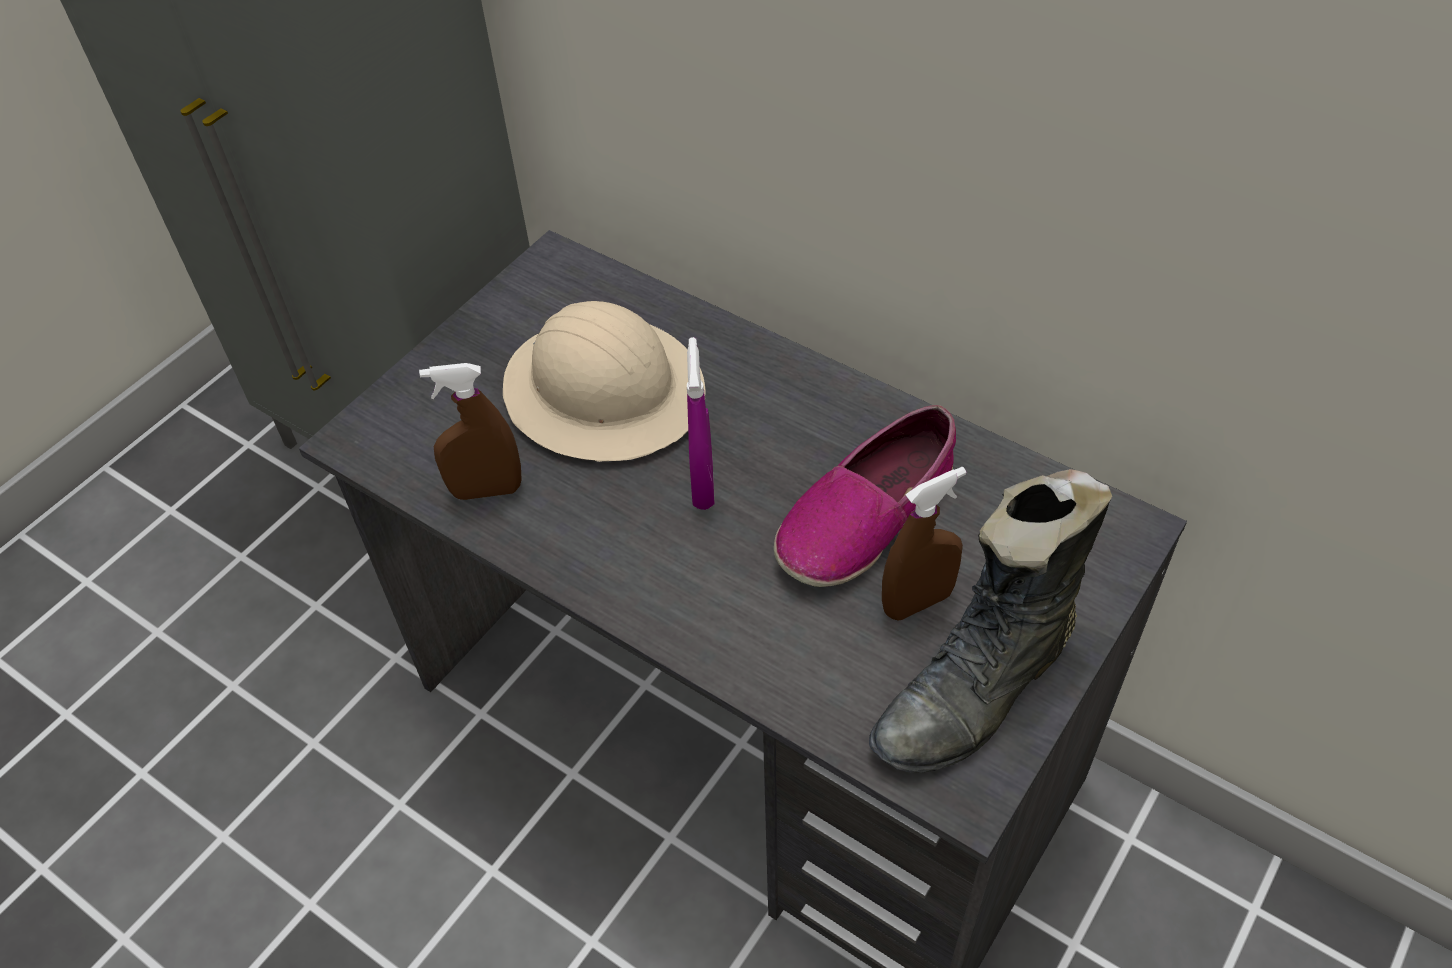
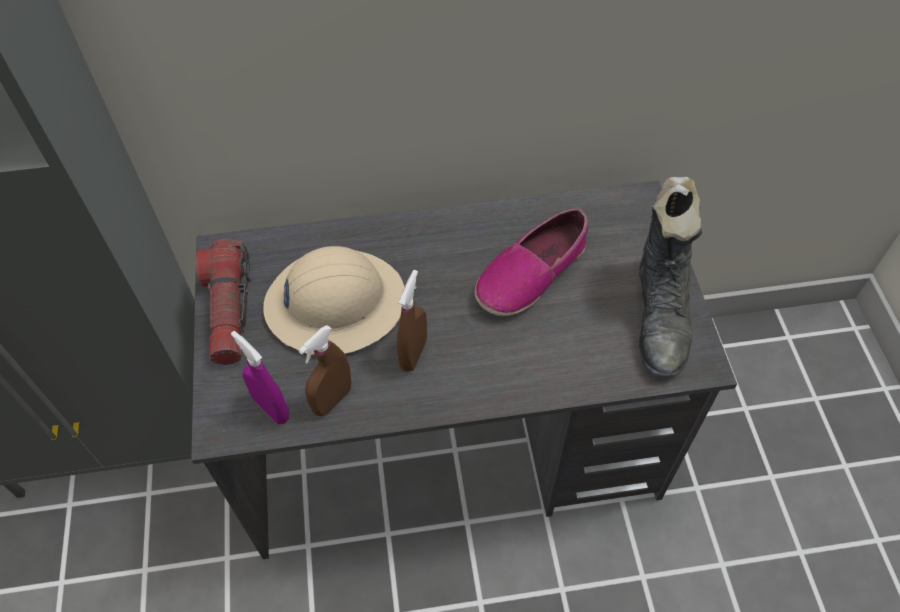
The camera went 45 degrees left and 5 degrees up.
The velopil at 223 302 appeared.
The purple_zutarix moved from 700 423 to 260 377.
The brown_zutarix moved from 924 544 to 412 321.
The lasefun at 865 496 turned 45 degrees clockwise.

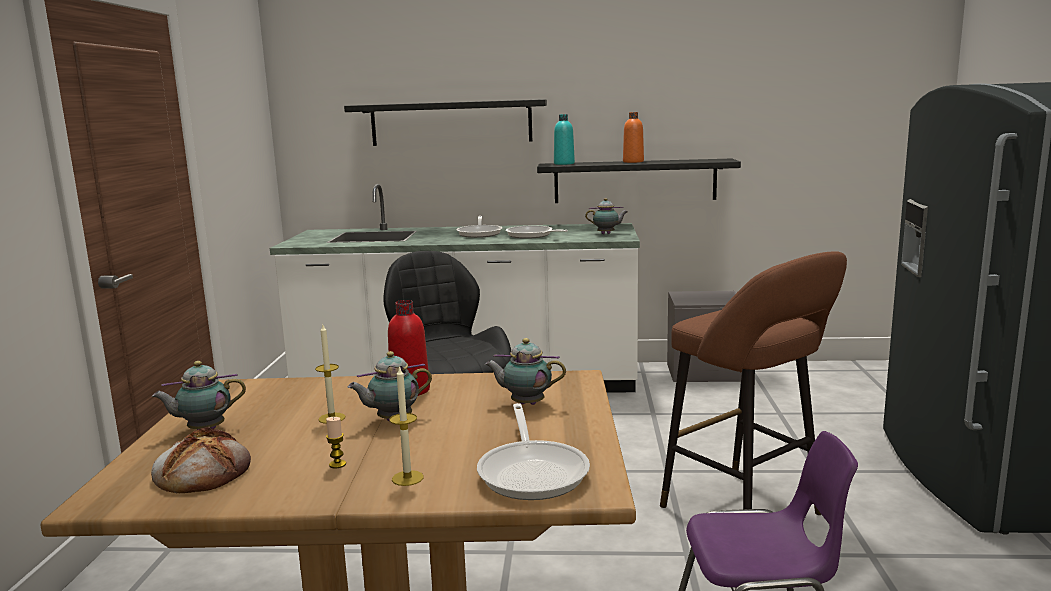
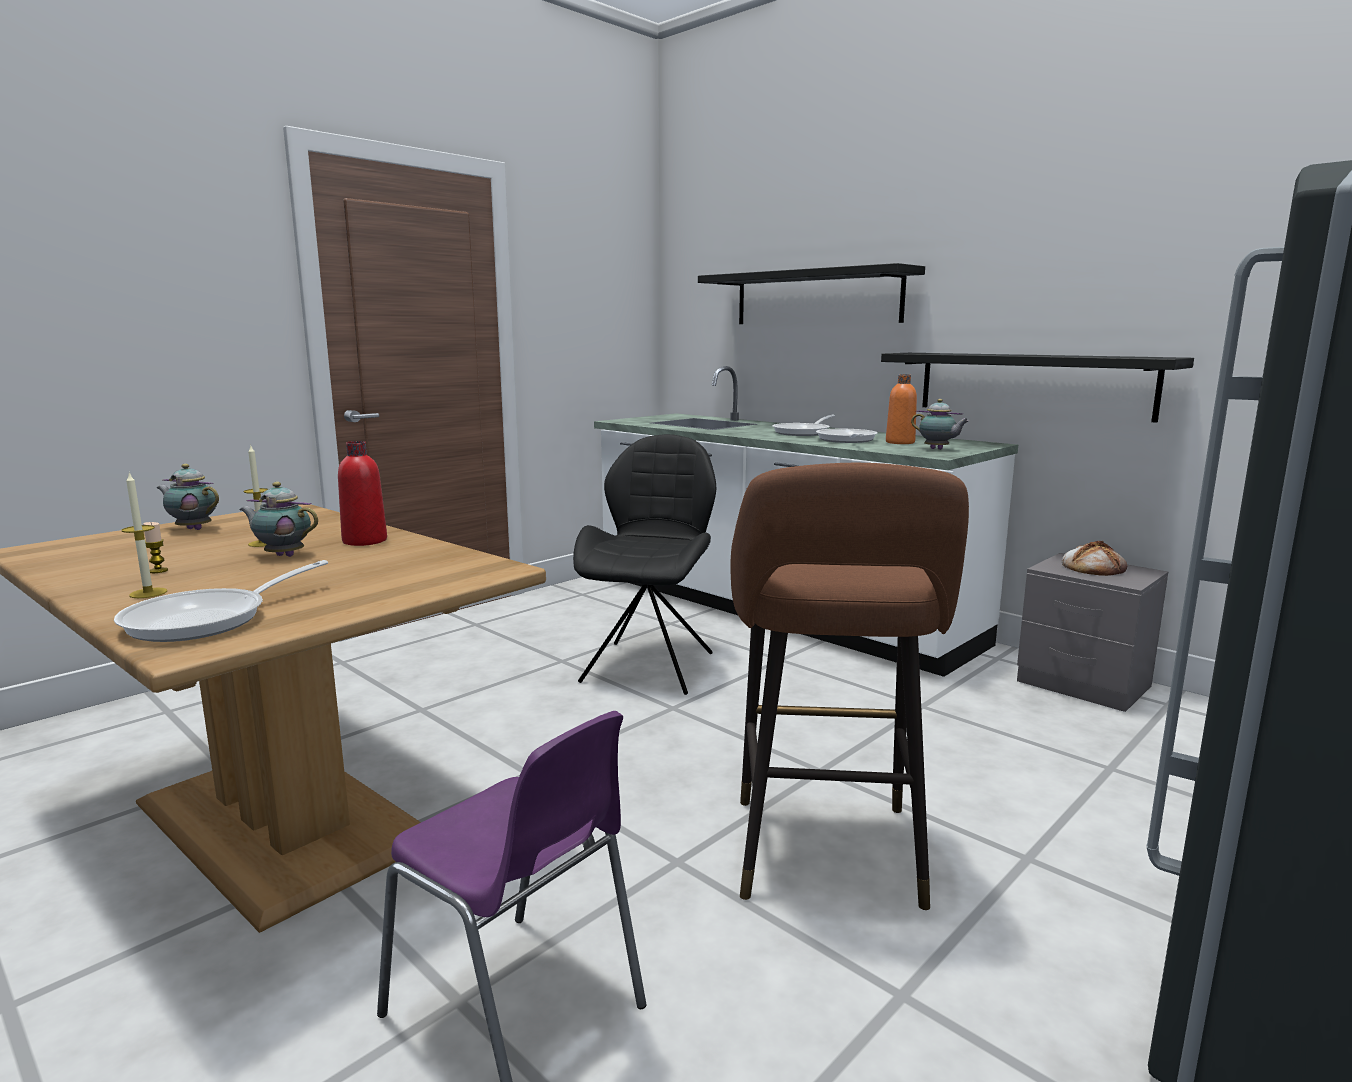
The camera went 40 degrees right and 0 degrees up.
The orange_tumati moved from 633 137 to 901 409.
The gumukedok moved from 201 460 to 1094 558.
The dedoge at 525 371 disappeared.
The turquoise_tumati at 564 139 disappeared.

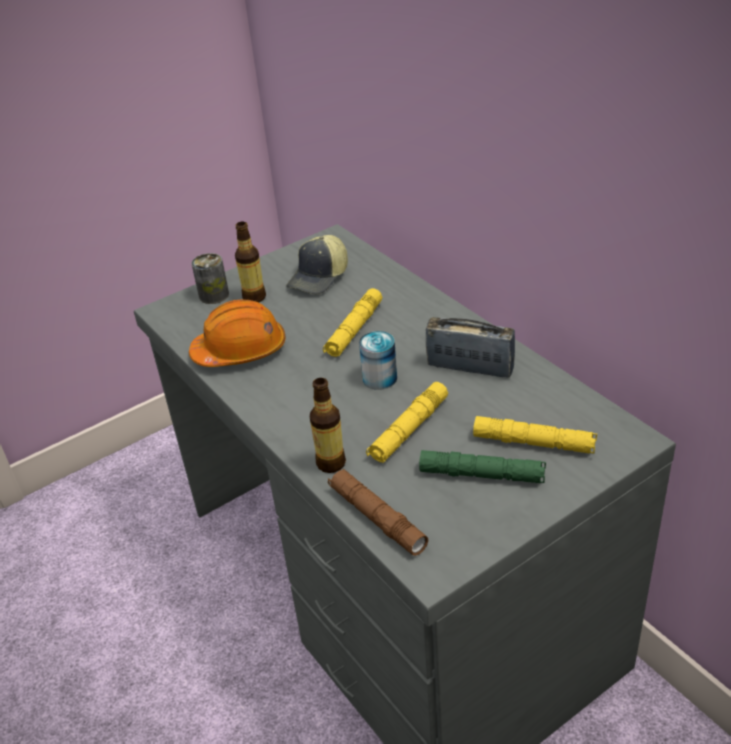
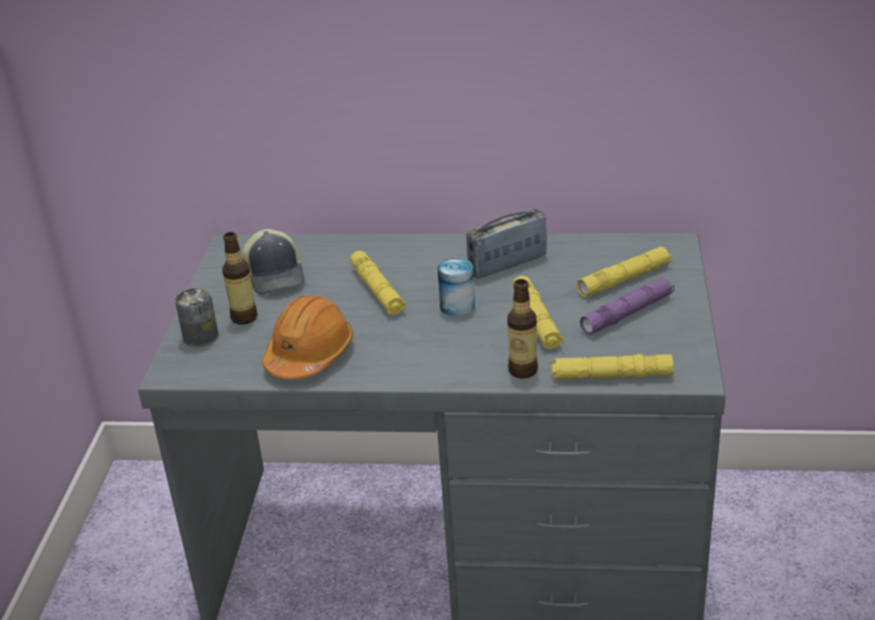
The camera went 50 degrees left and 5 degrees down.
The brown_velopil at 378 512 became the yellow_velopil at 612 366.
The green_velopil at 482 466 became the purple_velopil at 627 306.

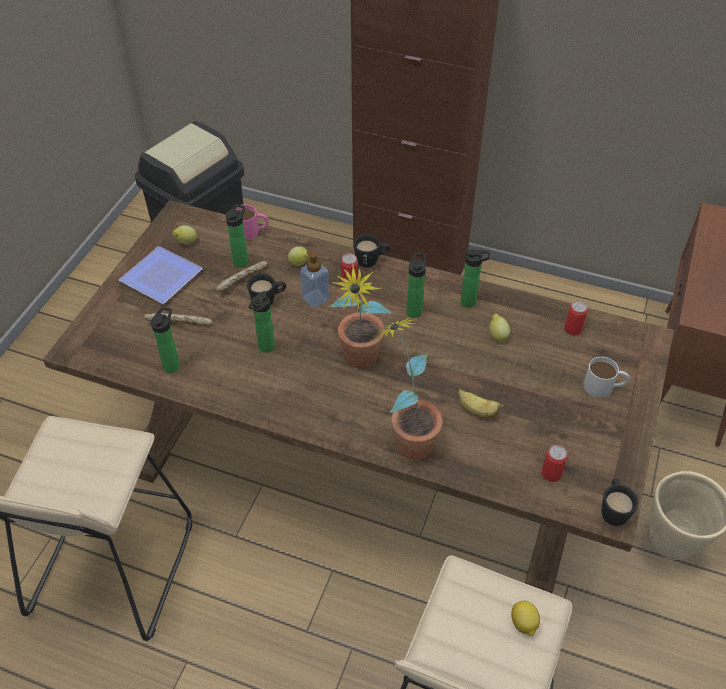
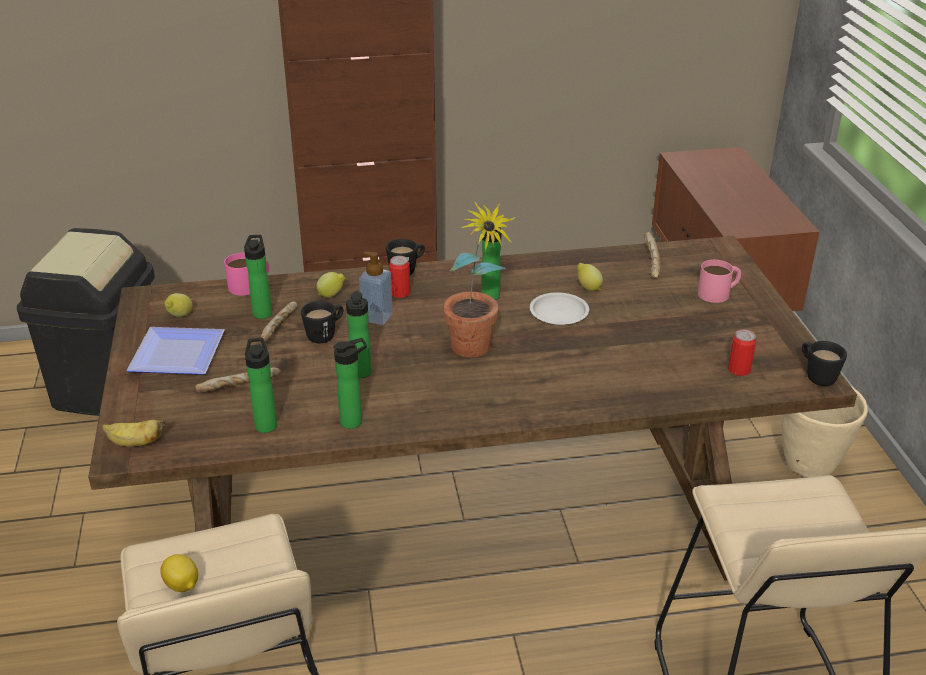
The camera went 30 degrees left and 15 degrees down.
The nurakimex moved from 481 403 to 133 433.
The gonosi moved from 525 618 to 179 573.
The tumati moved from 475 278 to 350 383.
The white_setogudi at 559 308 appeared.
The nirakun at 576 318 was replaced by the gumukedok at 652 255.
The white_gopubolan at 606 377 became the pink_gopubolan at 719 281.
The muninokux at 409 389 disappeared.

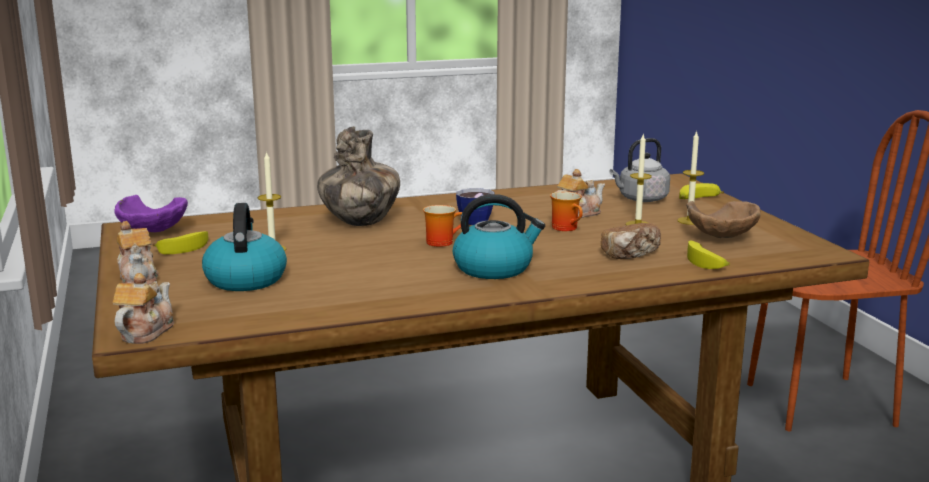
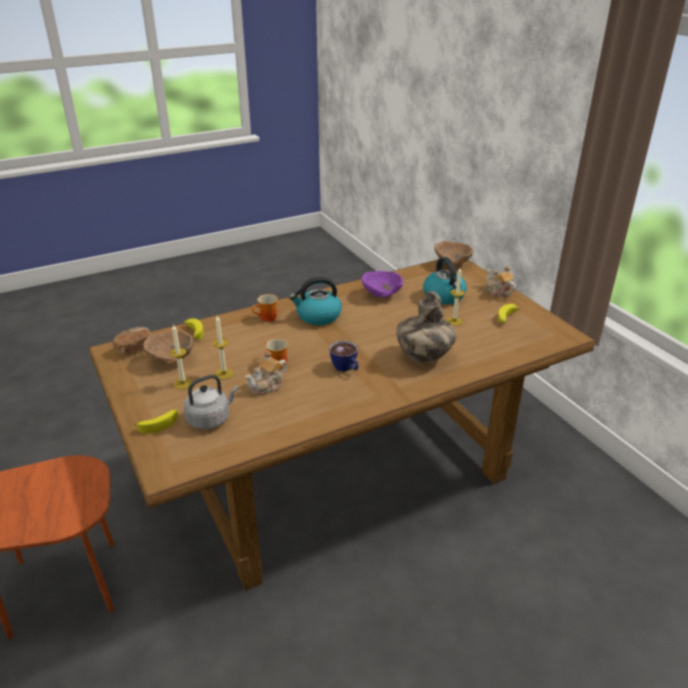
The camera went 170 degrees right and 15 degrees up.
The gumukedok moved from 631 241 to 132 341.
The gopubolan moved from 443 226 to 265 308.
The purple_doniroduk moved from 151 213 to 382 284.
The dedoge at 143 308 was replaced by the brown_doniroduk at 453 253.

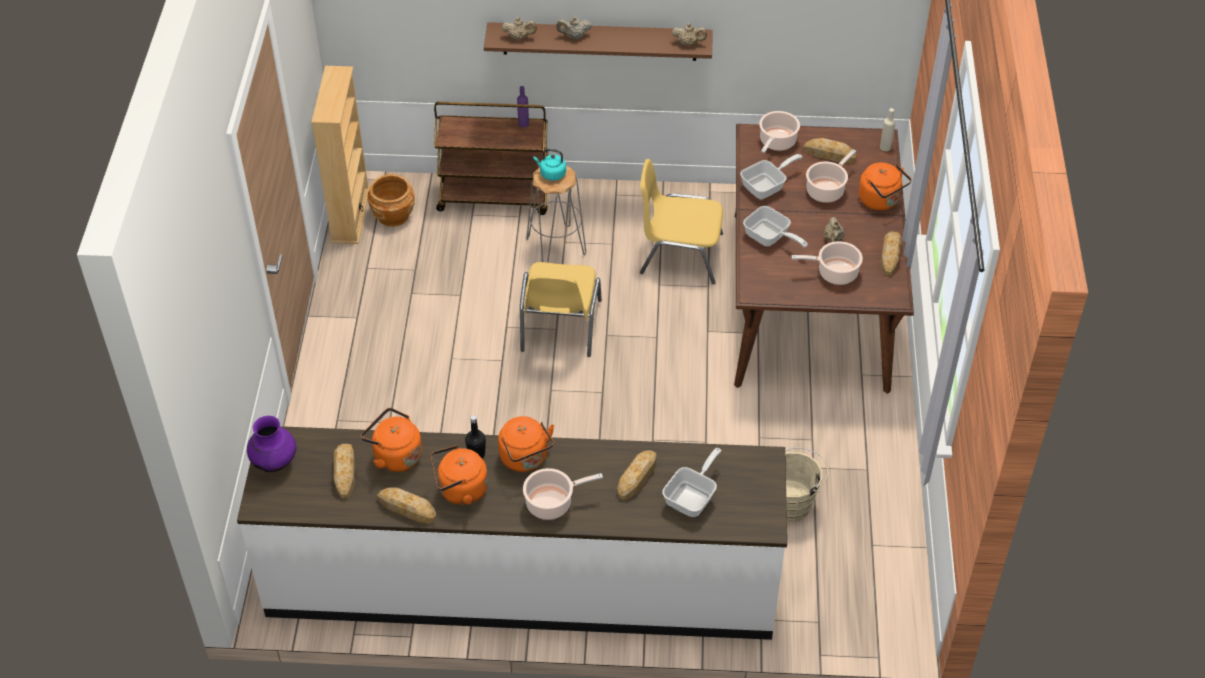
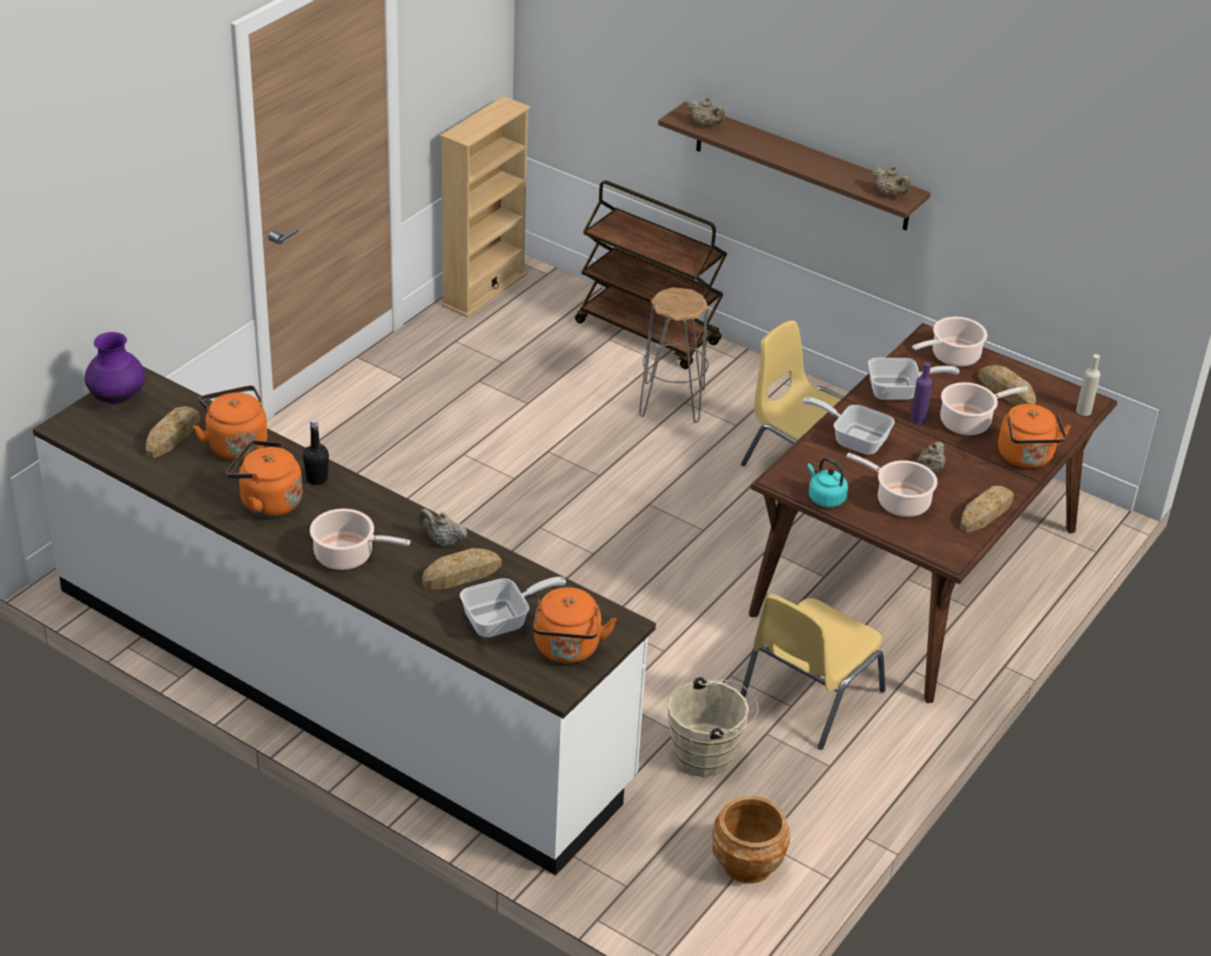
The camera went 30 degrees right and 10 degrees down.
The beige_dedoge moved from 574 28 to 443 527.
The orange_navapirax moved from 526 444 to 574 625.
The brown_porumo moved from 391 200 to 751 840.
The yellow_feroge moved from 561 309 to 813 672.
The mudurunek at 775 227 turned 135 degrees clockwise.
The turquoise_navapirax moved from 549 165 to 827 482.
The purple_tumati moved from 523 107 to 921 393.
The gumukedok at 406 505 disappeared.

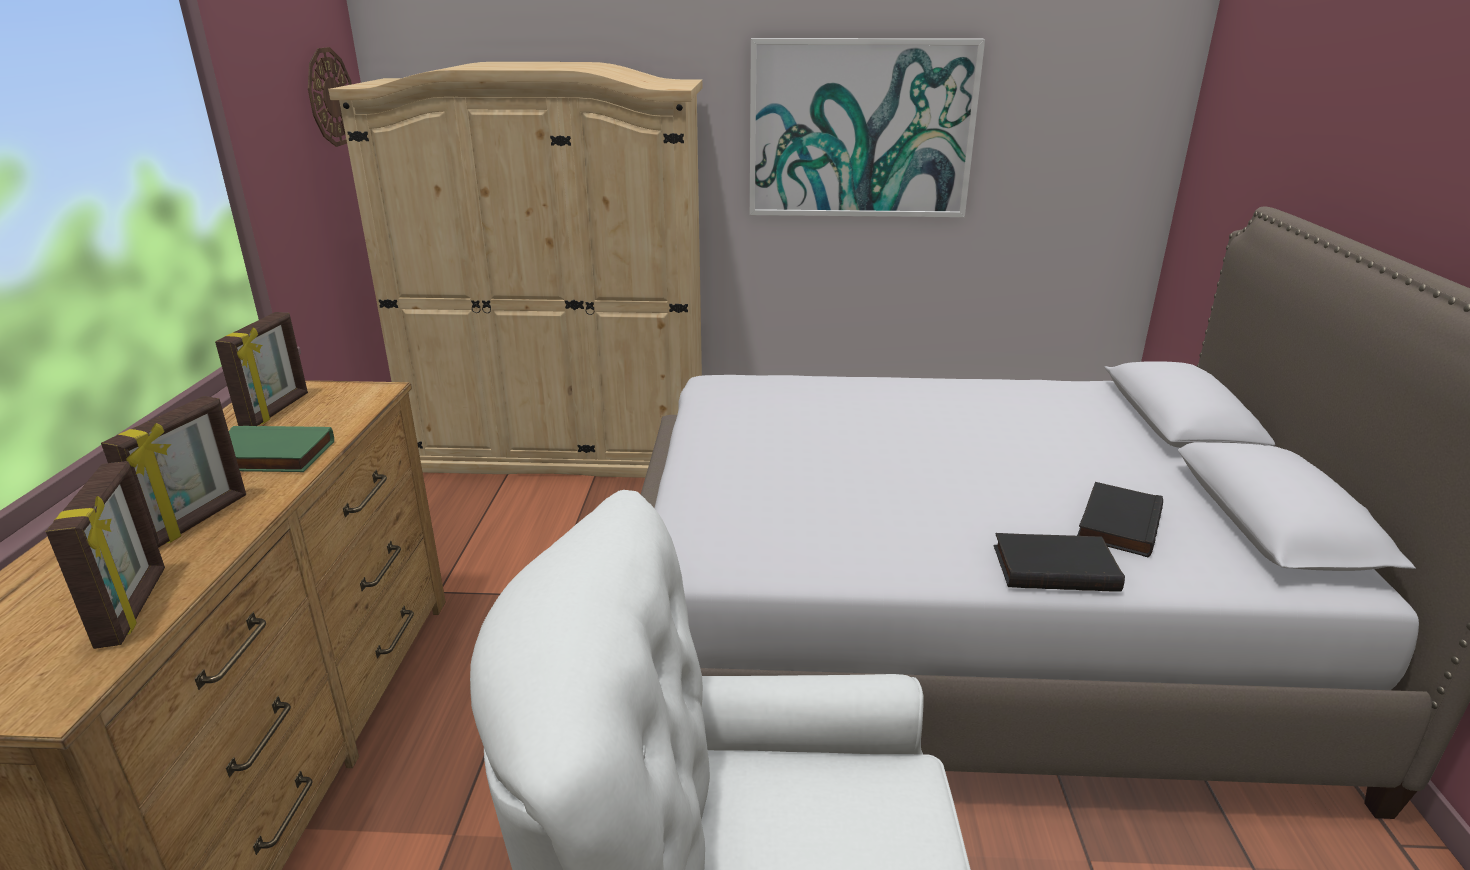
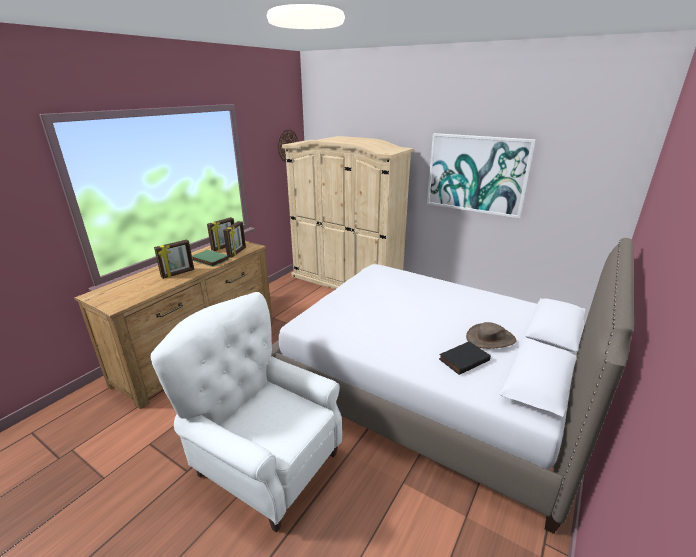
The camera went 30 degrees right and 0 degrees up.
The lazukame moved from 105 555 to 234 239.
The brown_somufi at 491 335 appeared.
The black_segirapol at 1059 562 disappeared.

